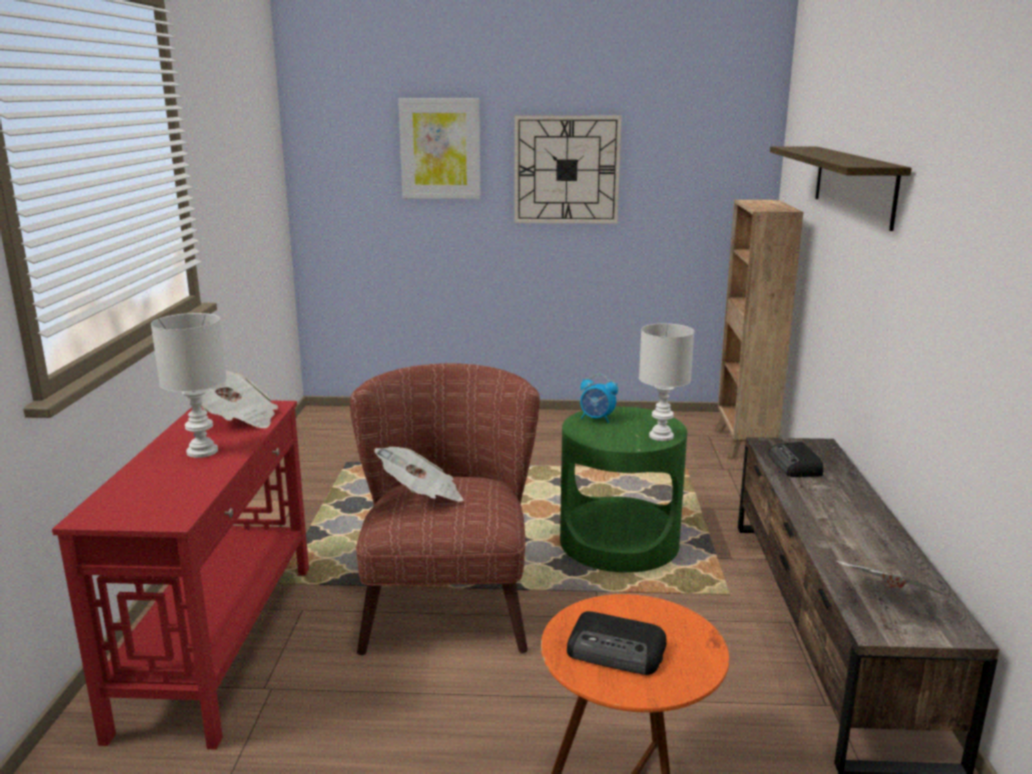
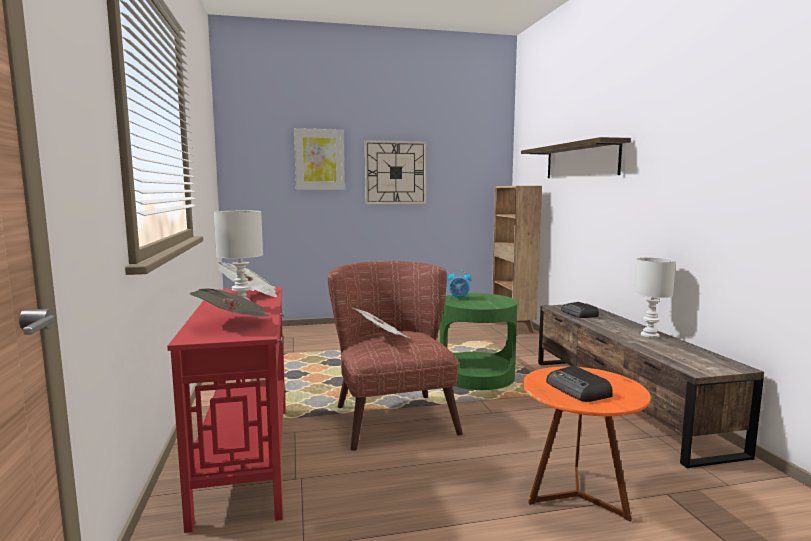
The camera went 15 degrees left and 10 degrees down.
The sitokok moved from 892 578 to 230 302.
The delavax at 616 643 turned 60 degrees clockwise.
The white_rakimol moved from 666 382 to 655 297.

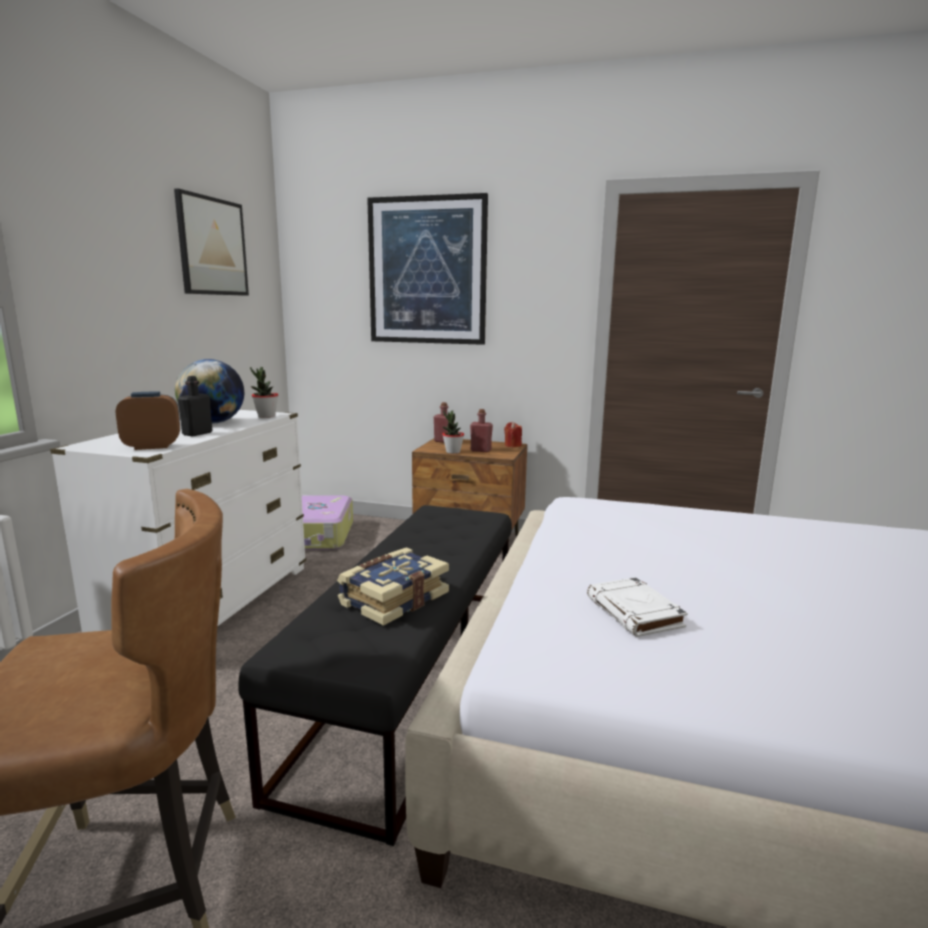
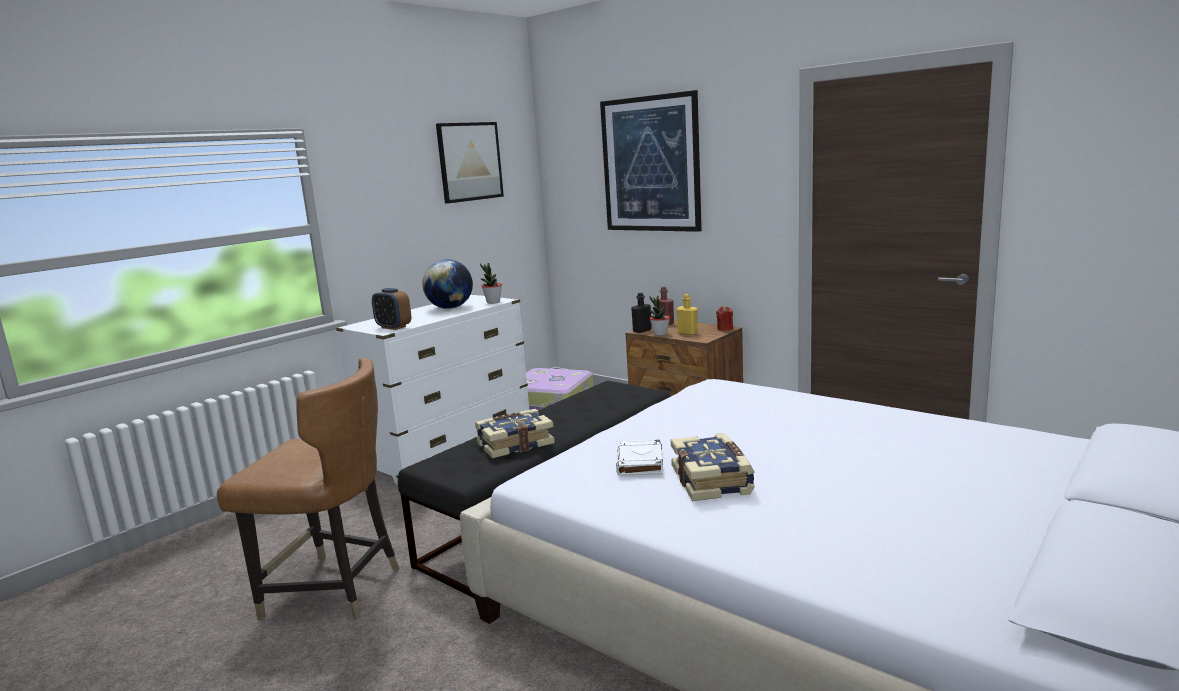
The camera went 25 degrees right and 0 degrees up.
The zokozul at 148 421 turned 150 degrees counterclockwise.
The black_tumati moved from 195 406 to 641 313.
The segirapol at 713 467 appeared.
The red_tumati at 481 430 became the yellow_tumati at 687 314.

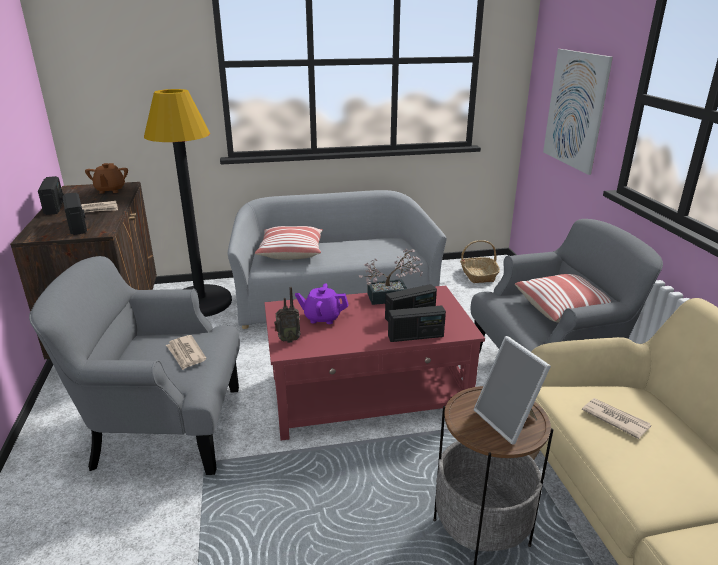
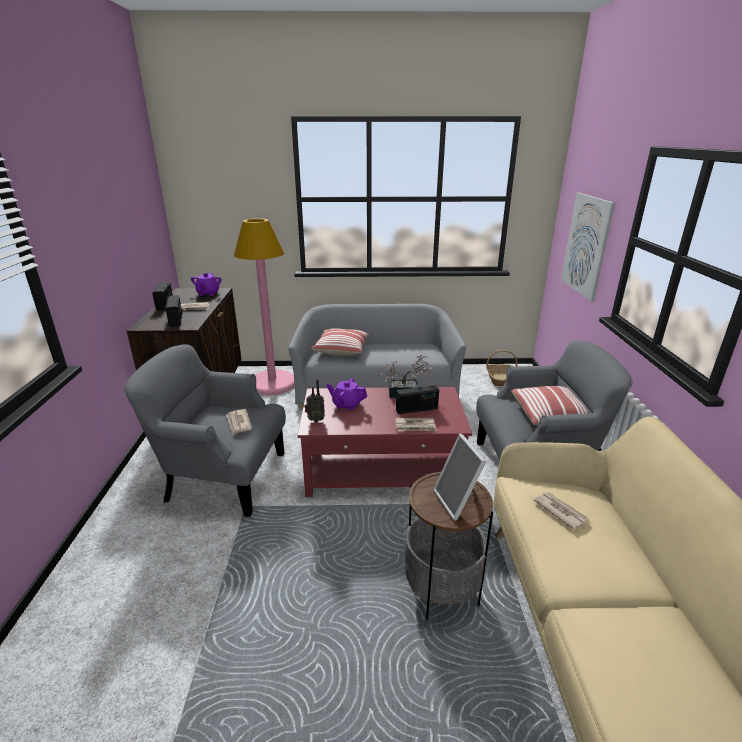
The camera went 10 degrees right and 0 degrees up.
The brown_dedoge at 106 178 became the purple_dedoge at 206 284.
The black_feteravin at 188 203 became the pink_feteravin at 264 307.
The delavax at 417 324 was replaced by the sitokok at 416 424.

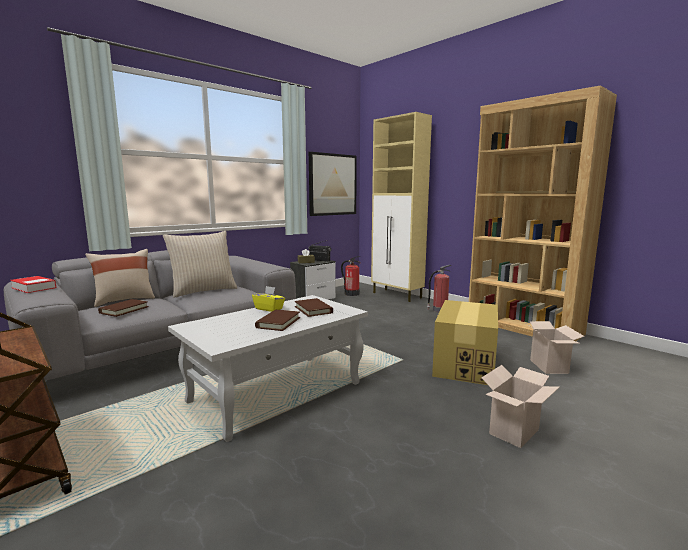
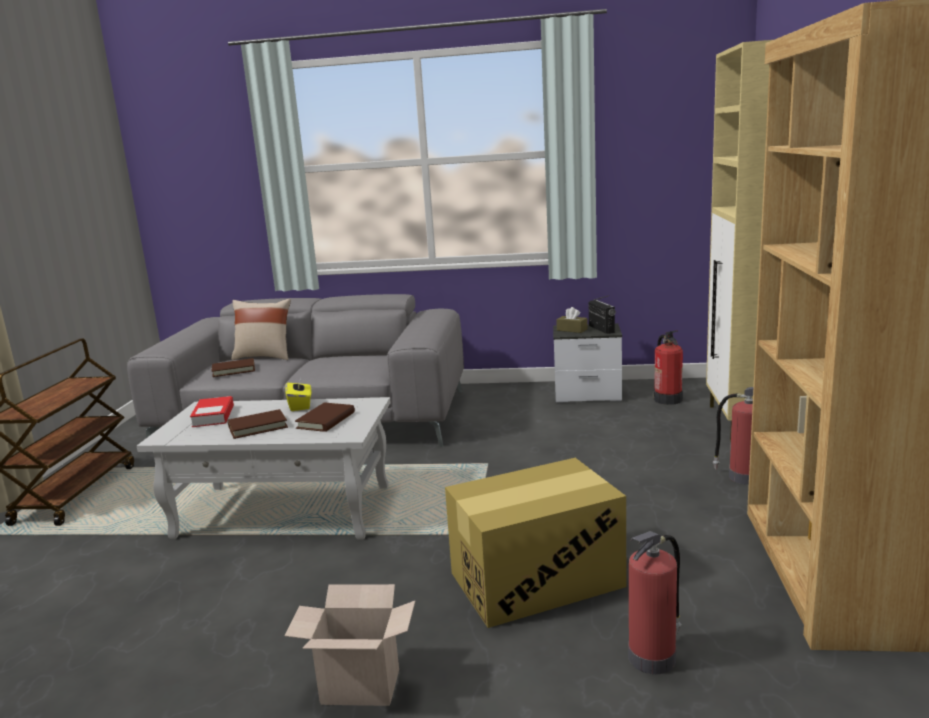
The camera went 50 degrees right and 5 degrees up.
The segirapol moved from 33 284 to 212 411.
The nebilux at 556 347 was replaced by the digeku at 654 602.
The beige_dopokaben at 200 264 disappeared.
The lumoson at 333 184 disappeared.

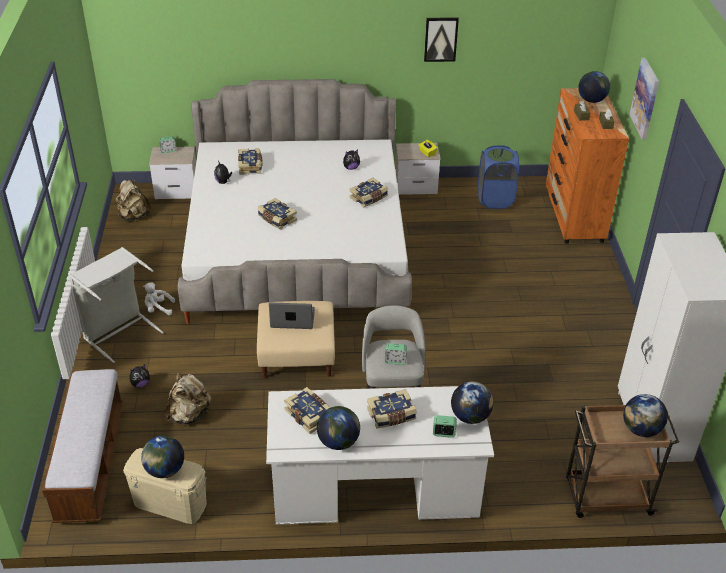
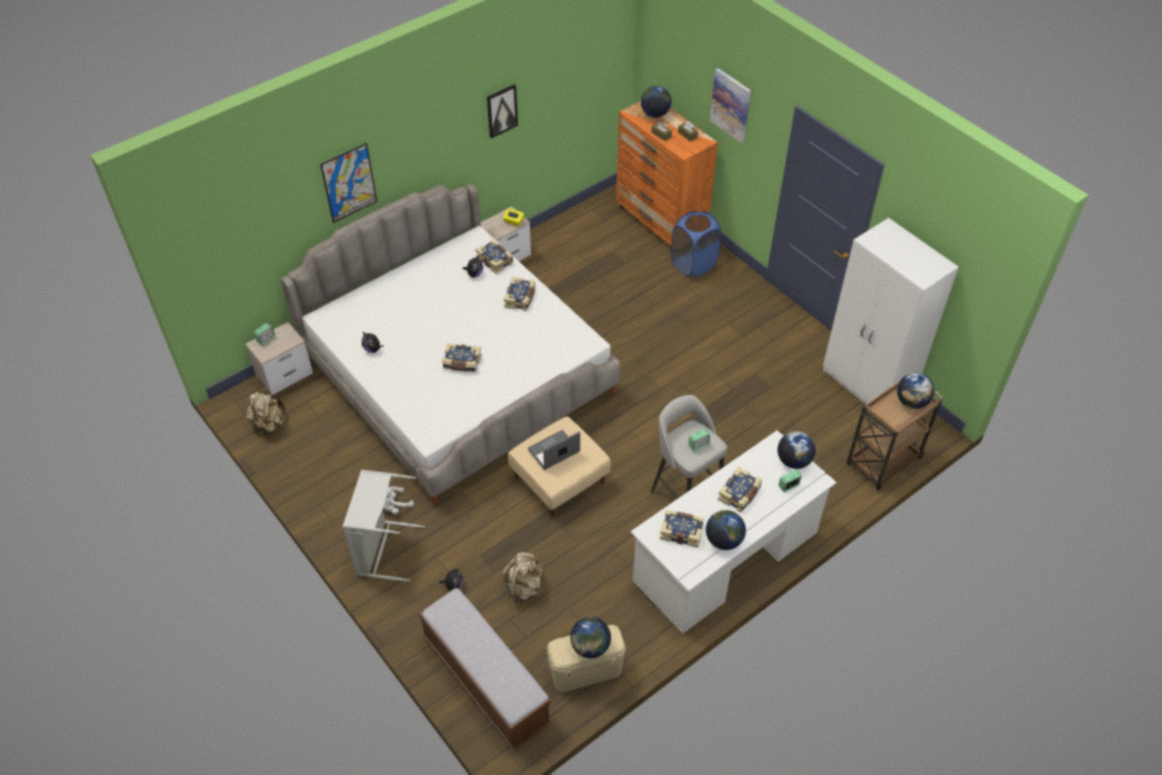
The camera went 35 degrees left and 10 degrees up.
The lumoson at 348 183 appeared.
The segirapol moved from 250 161 to 494 257.
The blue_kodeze moved from 498 177 to 696 244.

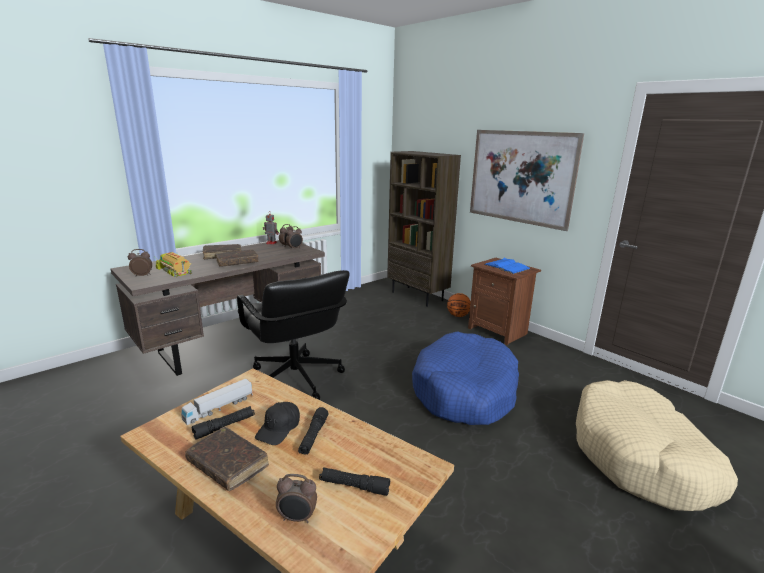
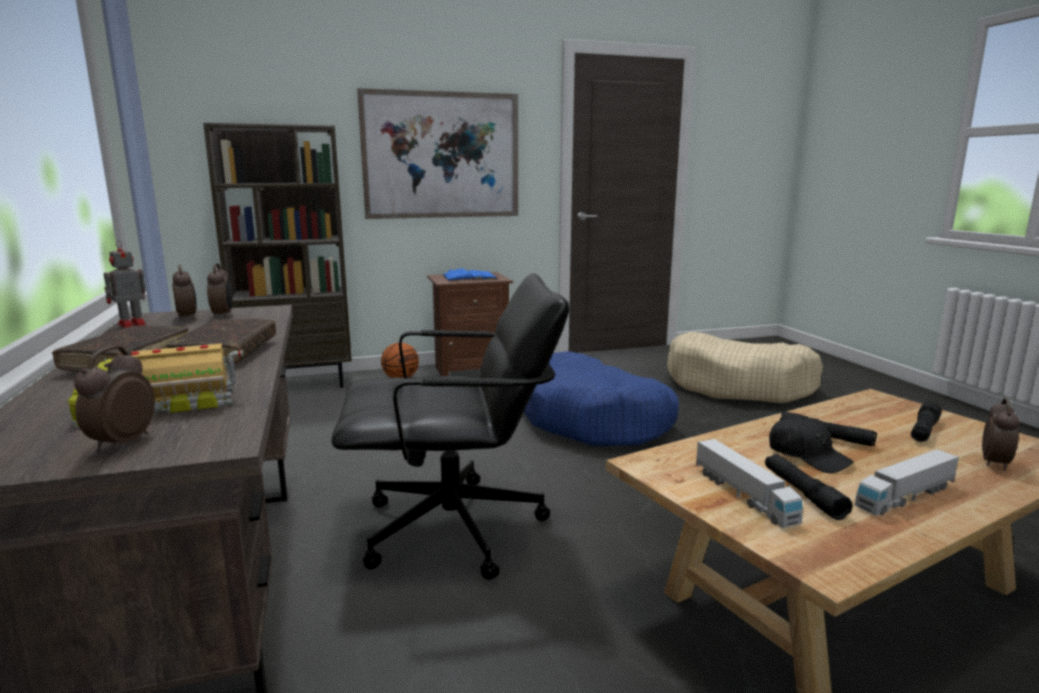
The camera went 65 degrees left and 5 degrees down.
The brown_segirapol at 227 459 was replaced by the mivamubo at 907 482.

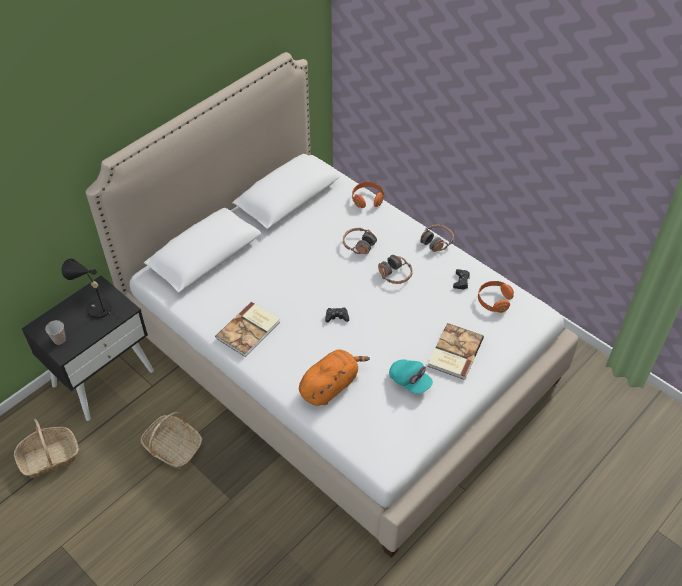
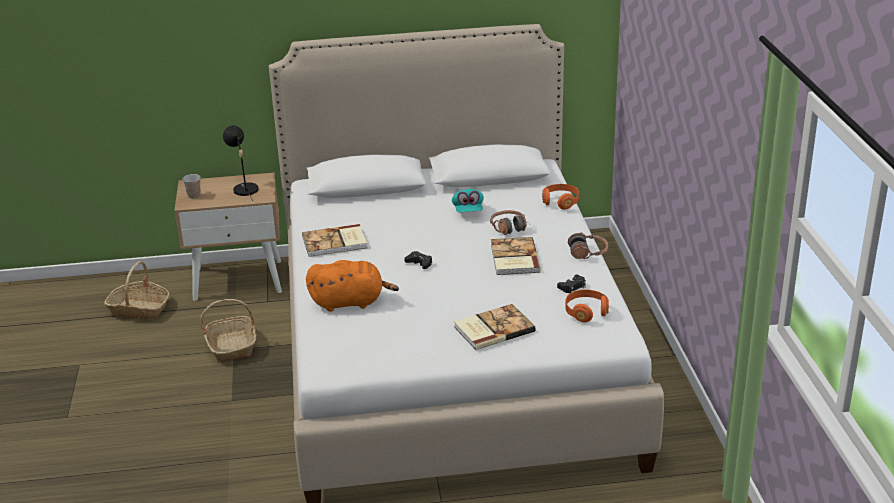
The camera went 40 degrees right and 20 degrees down.
The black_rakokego at 88 348 became the beige_rakokego at 228 236.
The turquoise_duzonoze moved from 411 376 to 468 200.
The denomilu at 395 269 was replaced by the segirapol at 516 256.

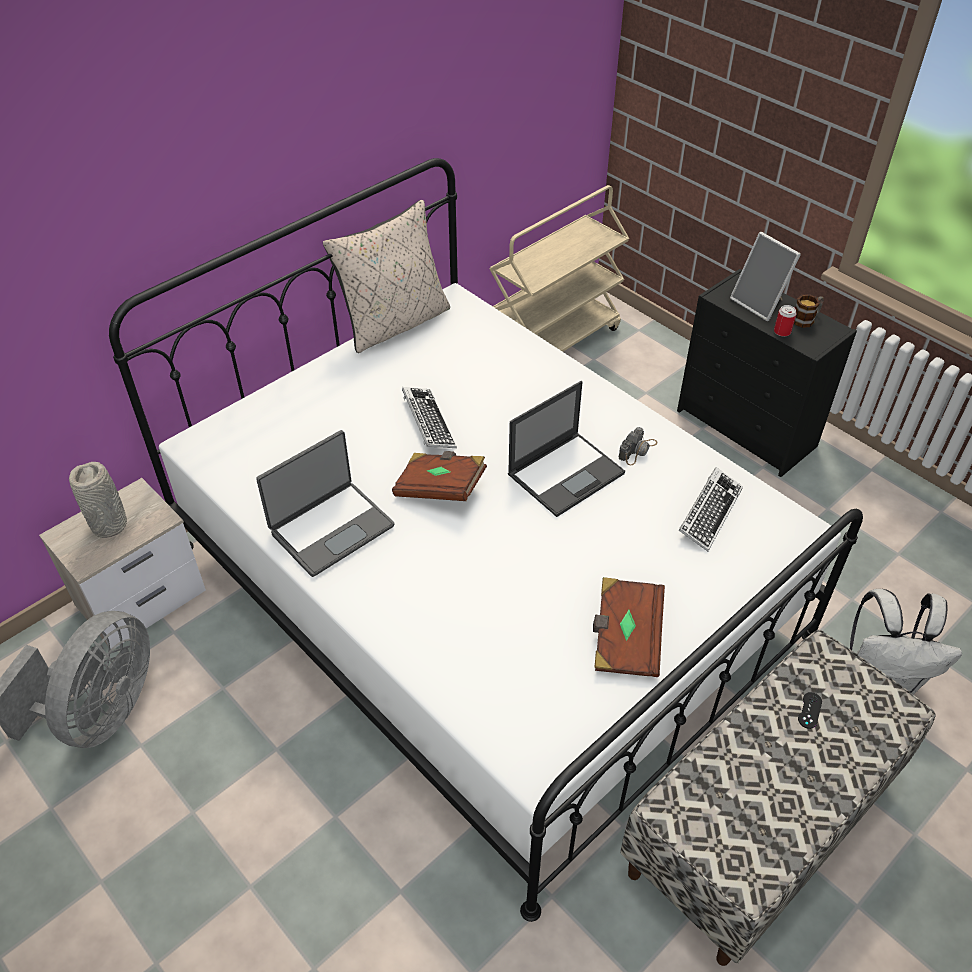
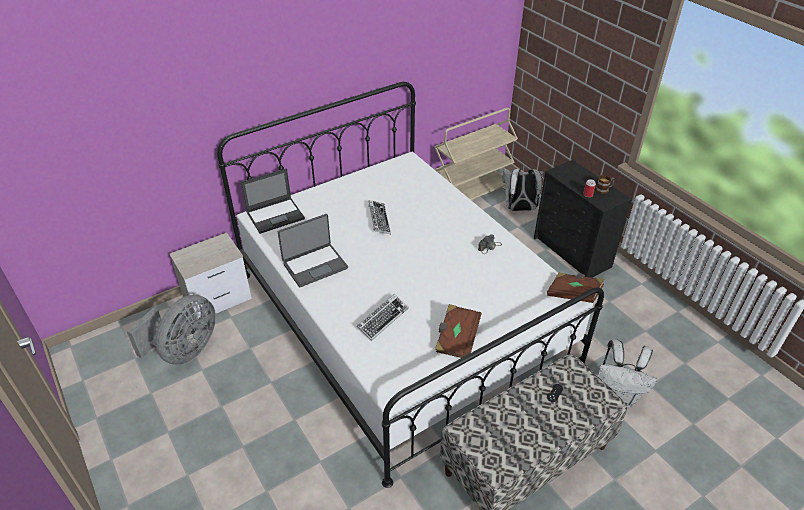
The camera went 10 degrees right and 5 degrees down.
The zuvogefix moved from 566 449 to 273 201.
The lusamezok moved from 711 509 to 383 317.
The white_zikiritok at 523 189 appeared.
The brown_segirapol moved from 439 476 to 575 288.
The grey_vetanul at 98 500 disappeared.
The beige_dopokaben at 386 276 disappeared.
The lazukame at 765 276 disappeared.

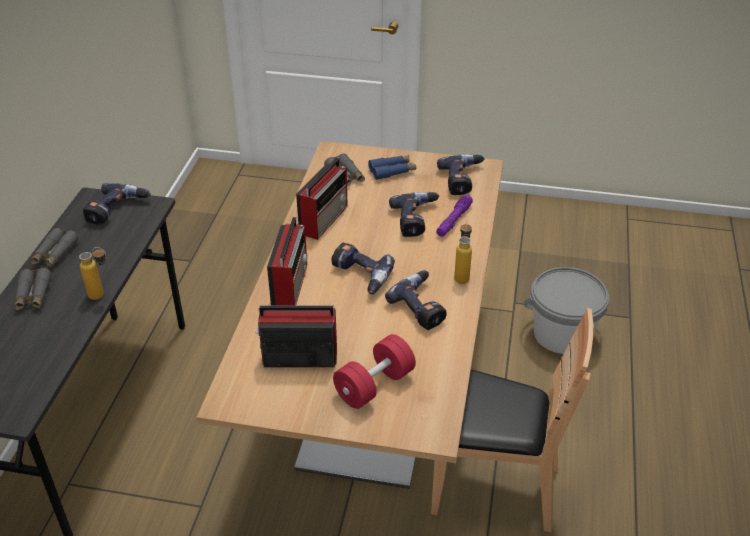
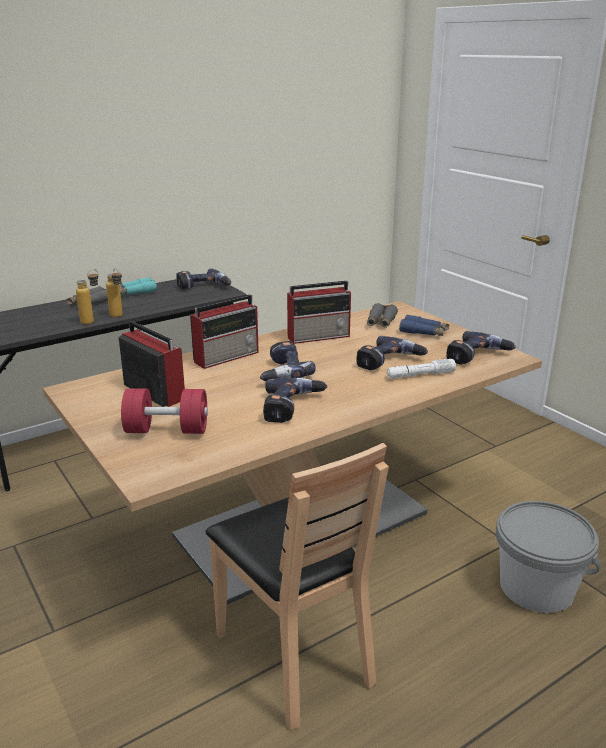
The camera went 45 degrees right and 15 degrees down.
The tumati moved from 463 253 to 87 297.
The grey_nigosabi at 54 247 became the turquoise_nigosabi at 138 286.
The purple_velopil at 454 216 became the white_velopil at 421 368.

